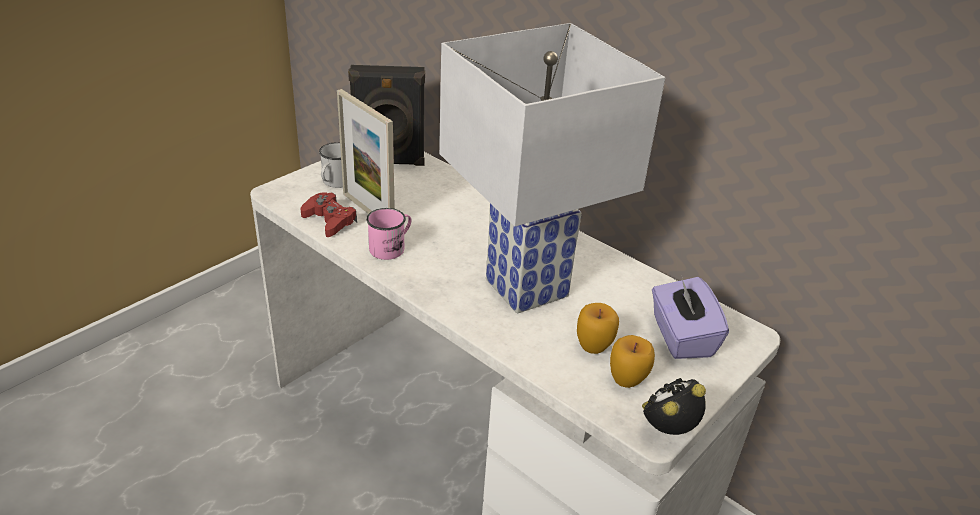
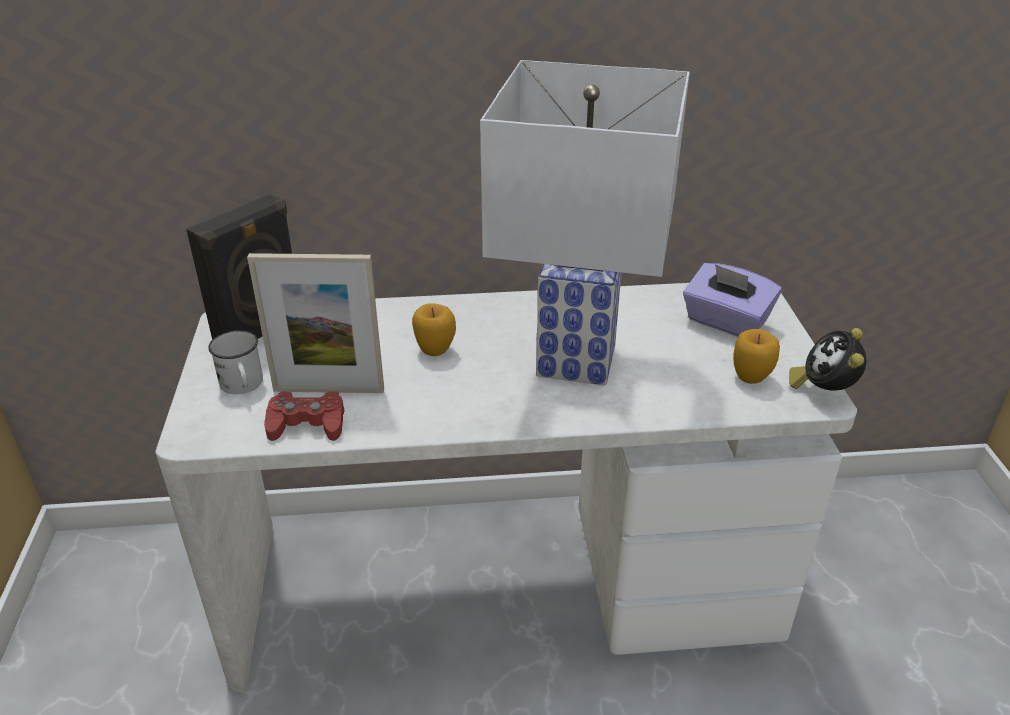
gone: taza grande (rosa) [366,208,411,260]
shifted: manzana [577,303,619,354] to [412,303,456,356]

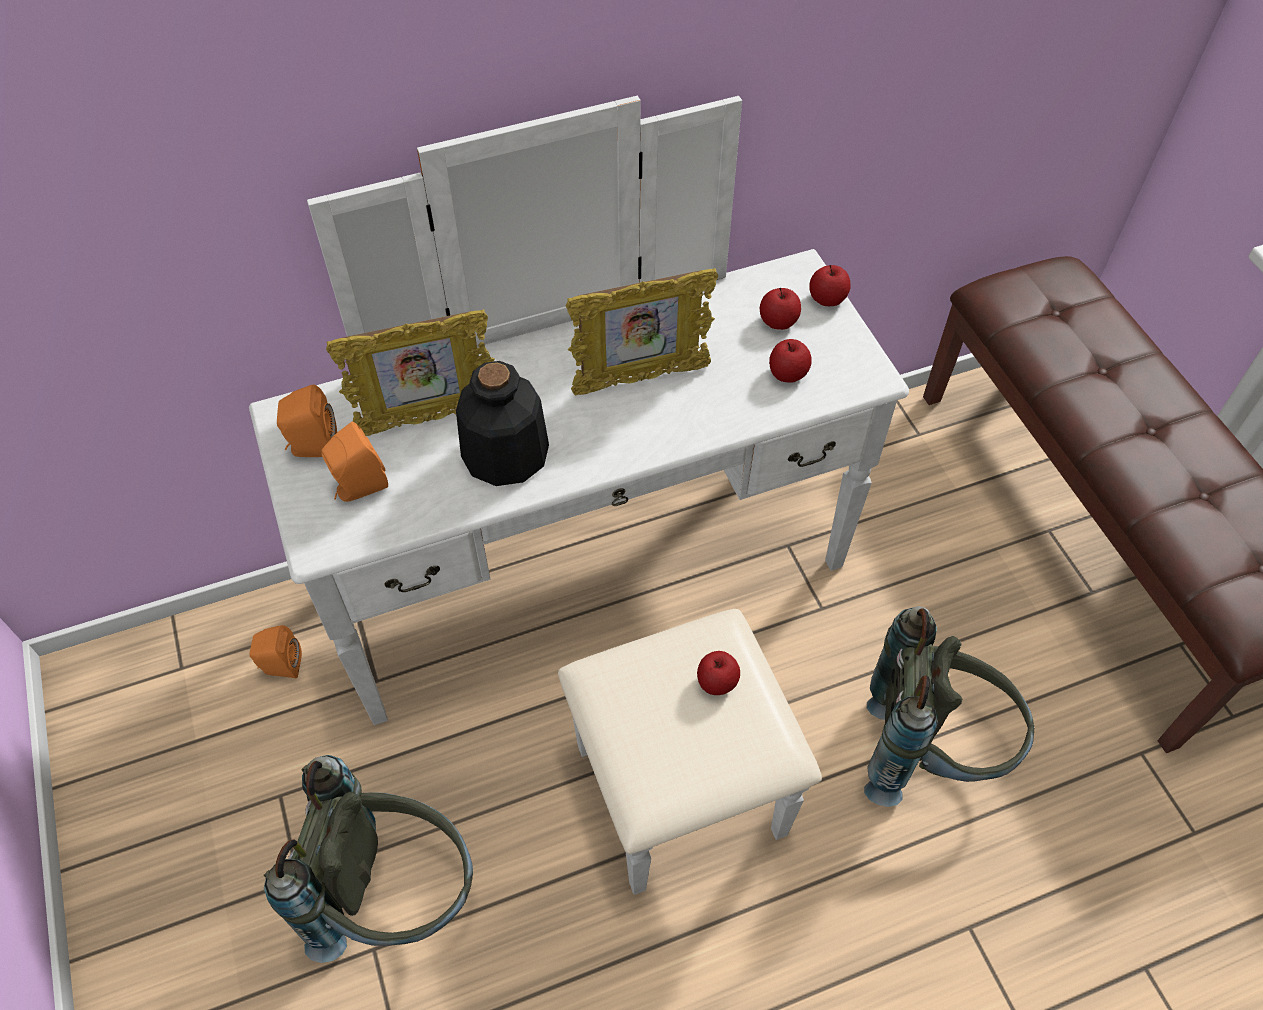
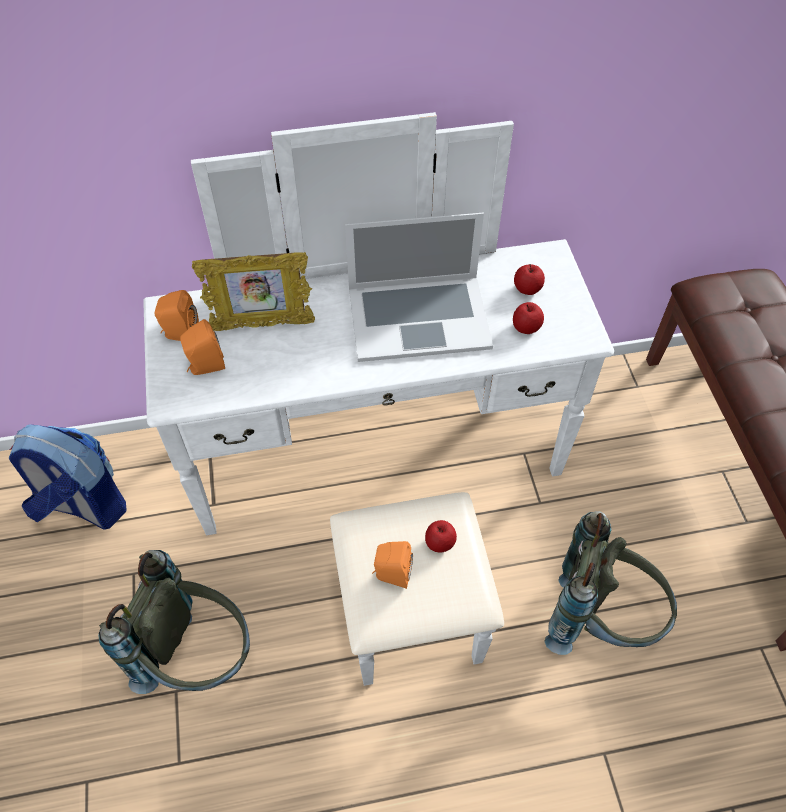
gone: botella [456,361,549,486]; manzana [809,265,851,306]
new: mochila [9,424,127,530]
shifted: altavoz (naranja) [250,625,302,678] to [372,541,413,589]
swapped: portarretratos [566,268,718,396] to portátil [345,213,493,362]

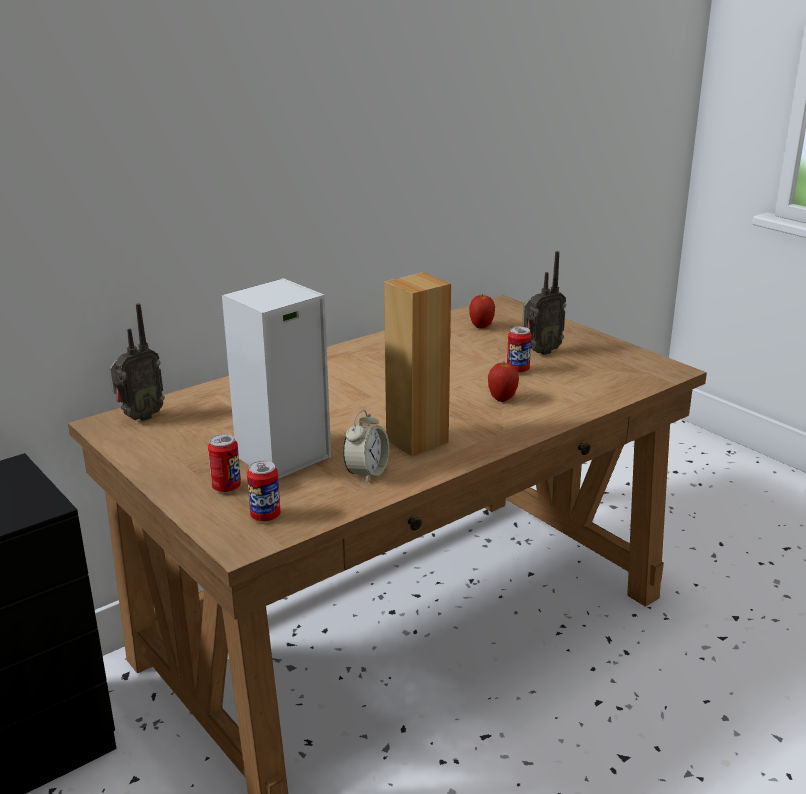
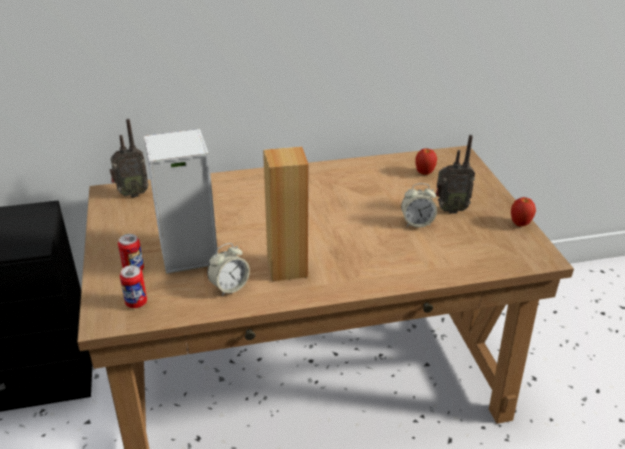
shifted: manzana [488,361,519,402] to [511,197,536,227]
swapped: lata [507,327,531,373] to despertador [401,183,437,228]

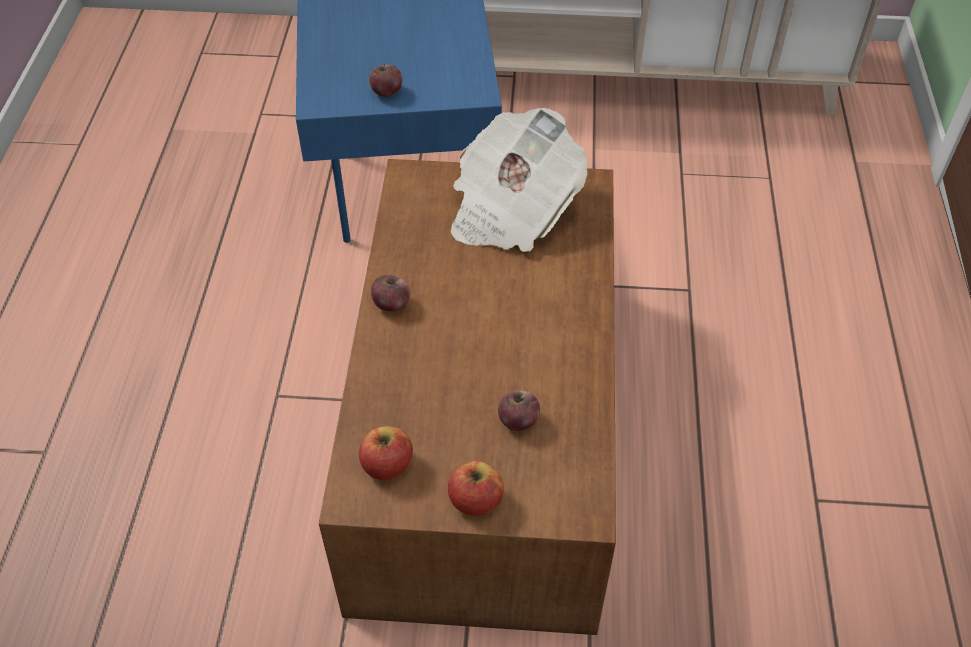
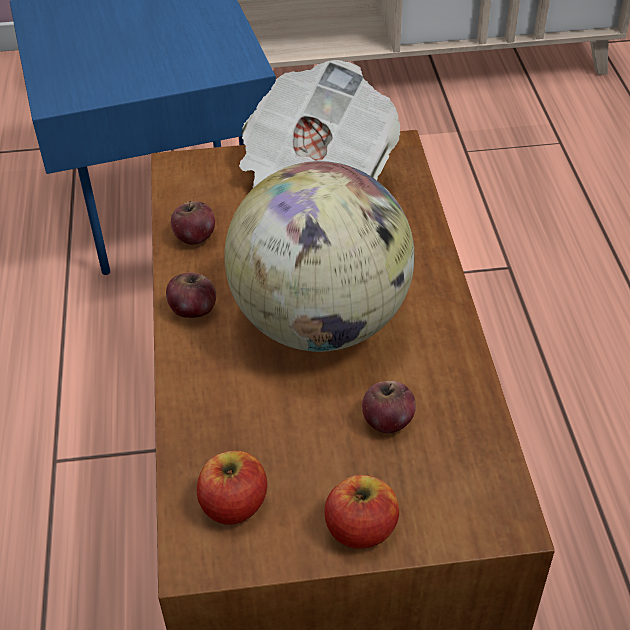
new: globo terráqueo [224,161,415,352]
shifted: manzana [369,64,402,97] to [171,200,215,245]

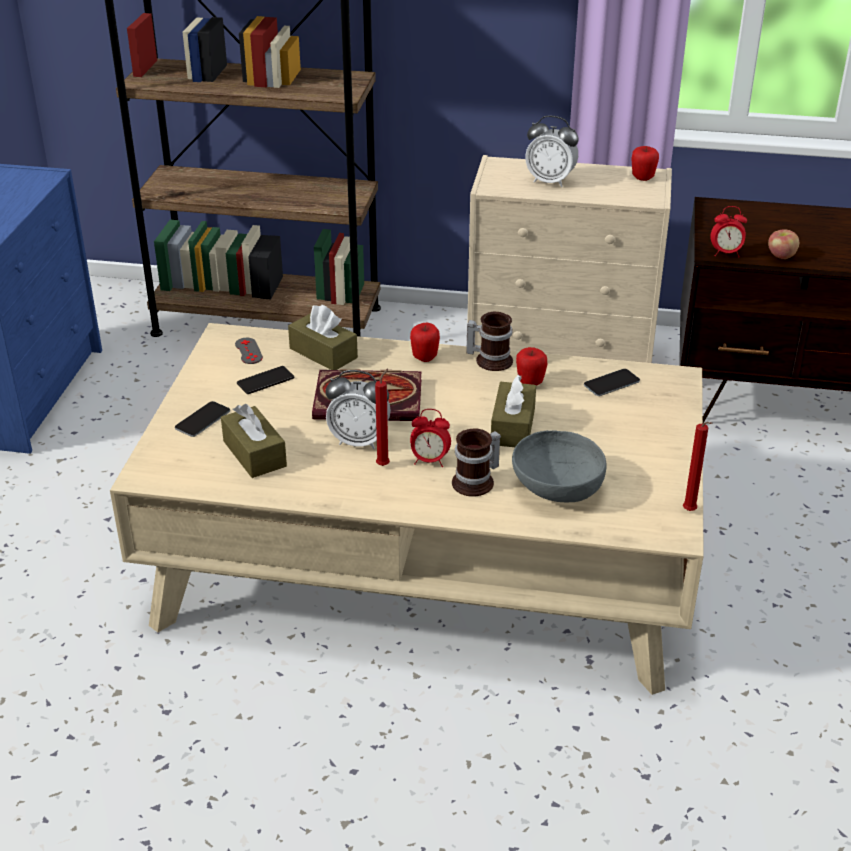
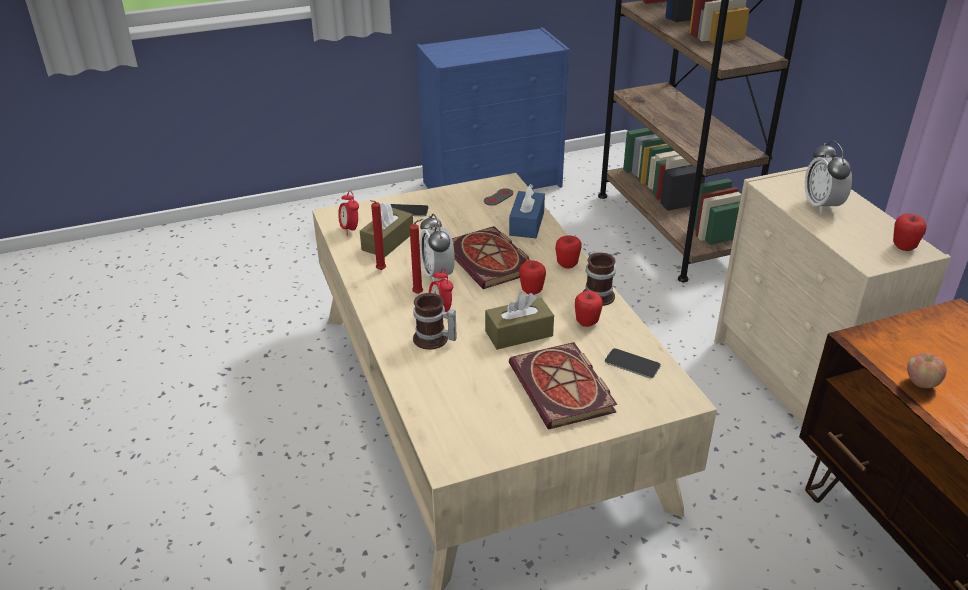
gone: móvil [237,366,294,394]; cuenco (gris) [512,430,606,502]
new: libro [509,342,617,429]; manzana [519,260,546,295]
shifted: despertador [710,206,747,257] to [338,191,359,236]; vela (rojo) [683,422,713,511] to [370,200,386,270]
repainted: caja de pañuelos (marrón) [288,305,358,370] to caja de pañuelos (azul) [509,184,545,238]

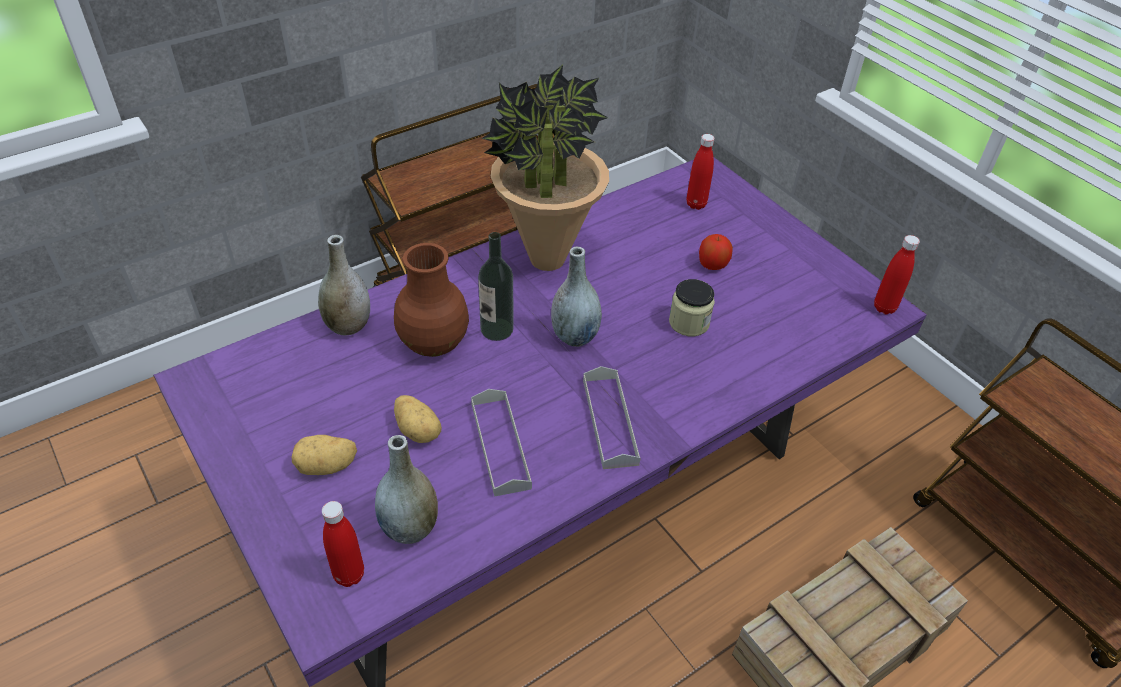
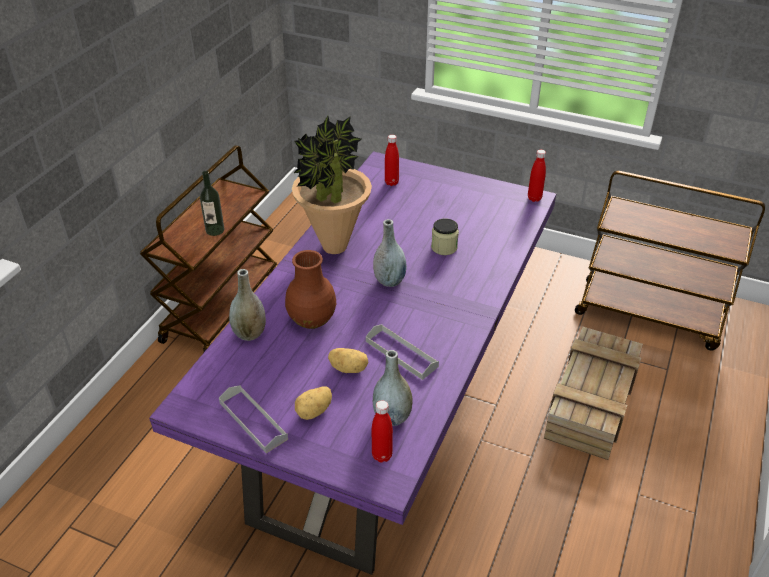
gone: manzana [699,234,733,270]
shifted: botella [478,232,514,341] to [200,171,224,236]; bandeja (gris) [583,366,640,469] to [219,385,288,453]

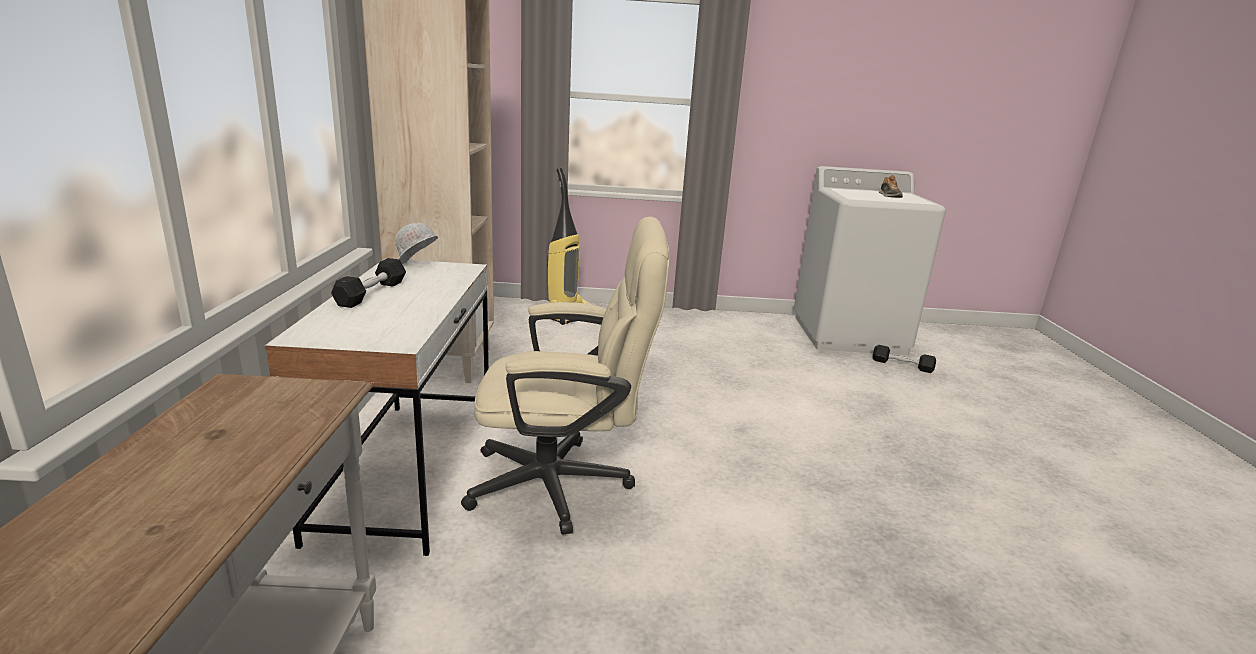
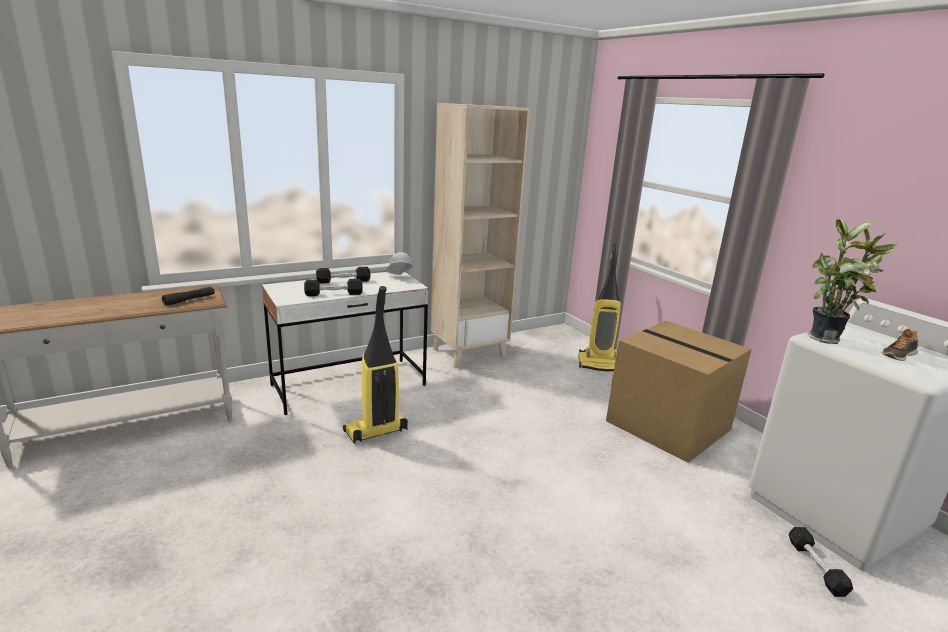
new: linterna (negro) [162,287,215,306]; mancuerna (negro) [304,279,363,296]; caja de cartón [606,321,752,463]; planta en maceta [807,217,897,344]
swapped: silla de oficina (beis) [461,217,669,535] to aspiradora [343,286,408,444]

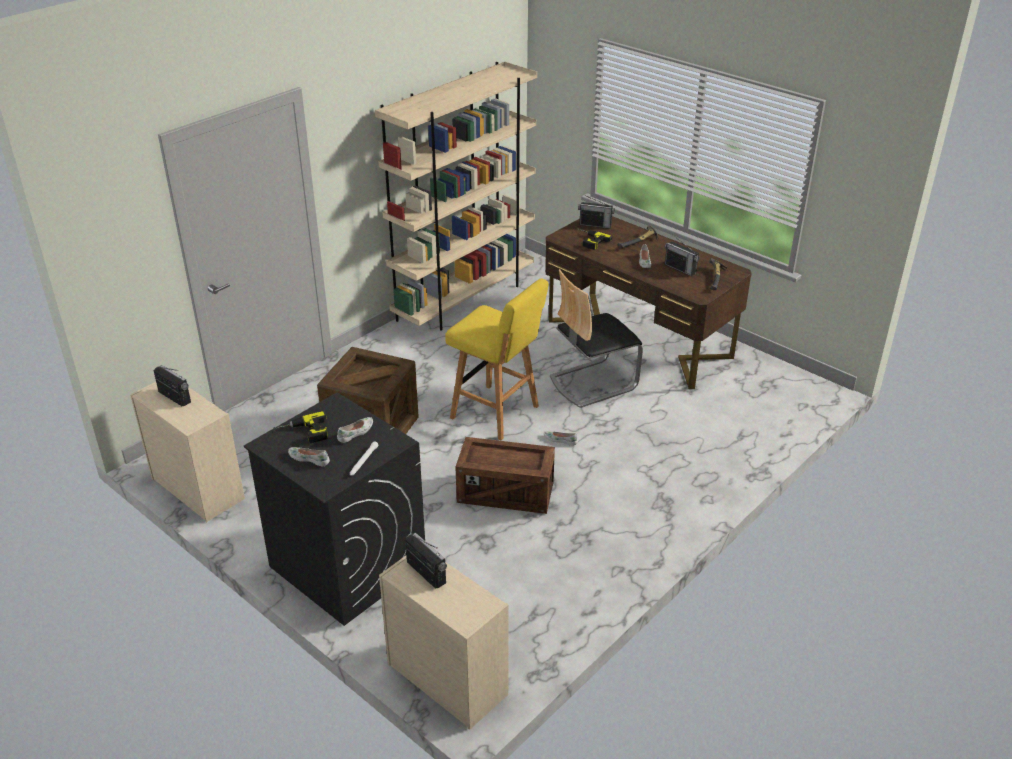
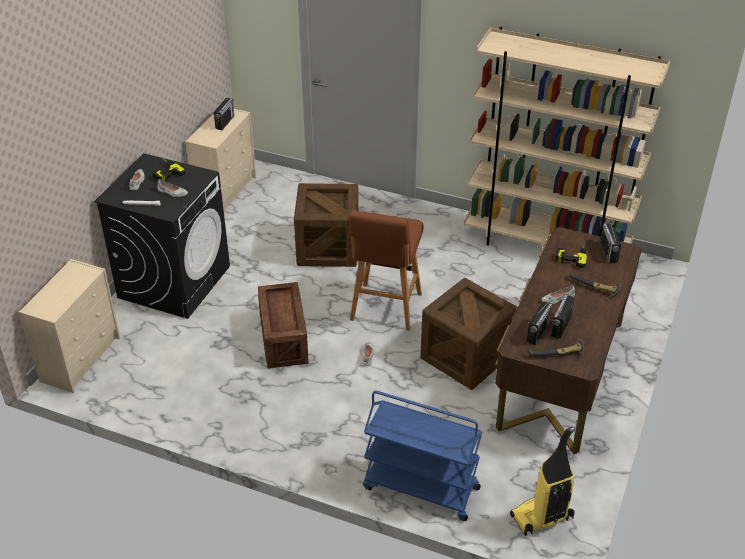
new: carrito (azul) [363,391,483,521]; aspiradora [510,427,575,536]
shifted: radio [405,532,447,589] to [527,301,553,345]
swapped: silla [550,269,643,408] to caja de embalaje [420,278,518,390]
repainted: taburete (amarillo) [445,278,548,440] to taburete (marrón) [349,210,423,331]

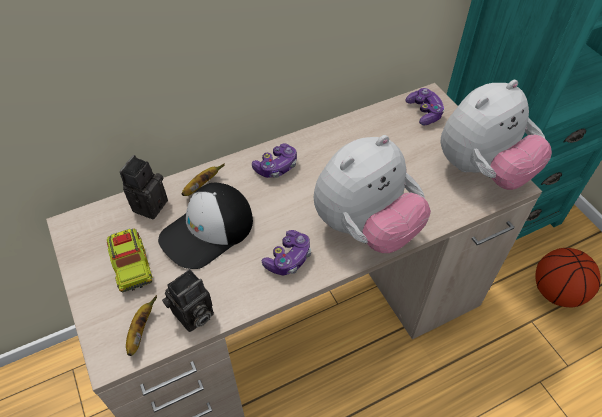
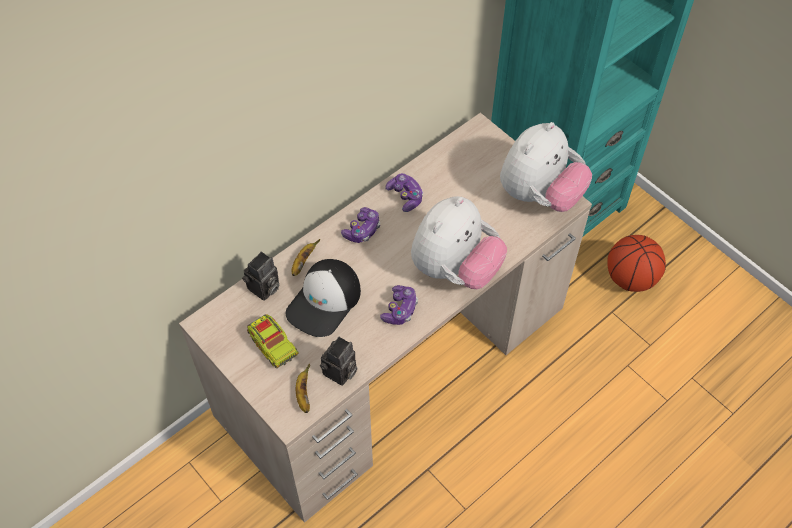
shifted: mando de consola [406,88,445,125] to [385,173,423,212]
rotated: cámara [120,155,168,219] = [242,252,279,301] 150 degrees counterclockwise

